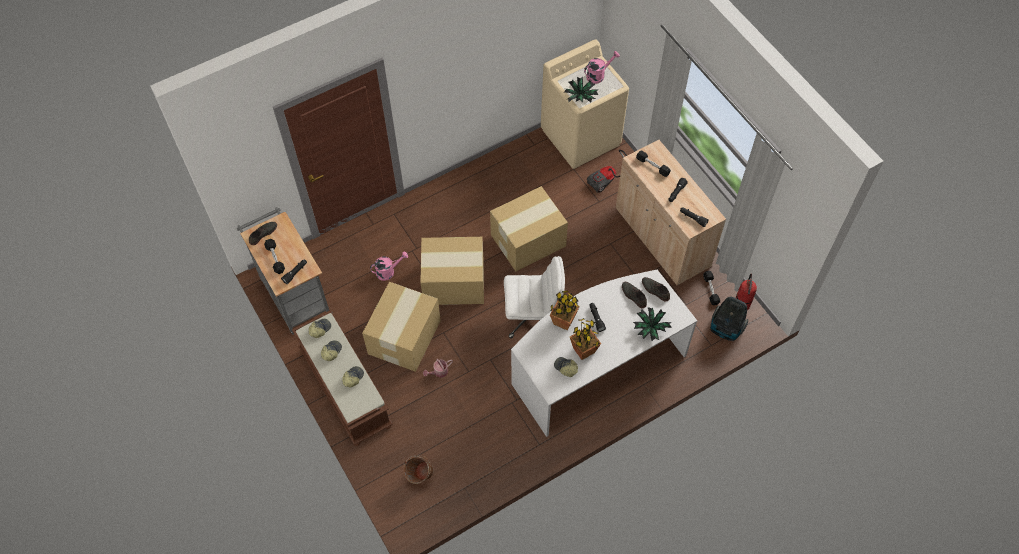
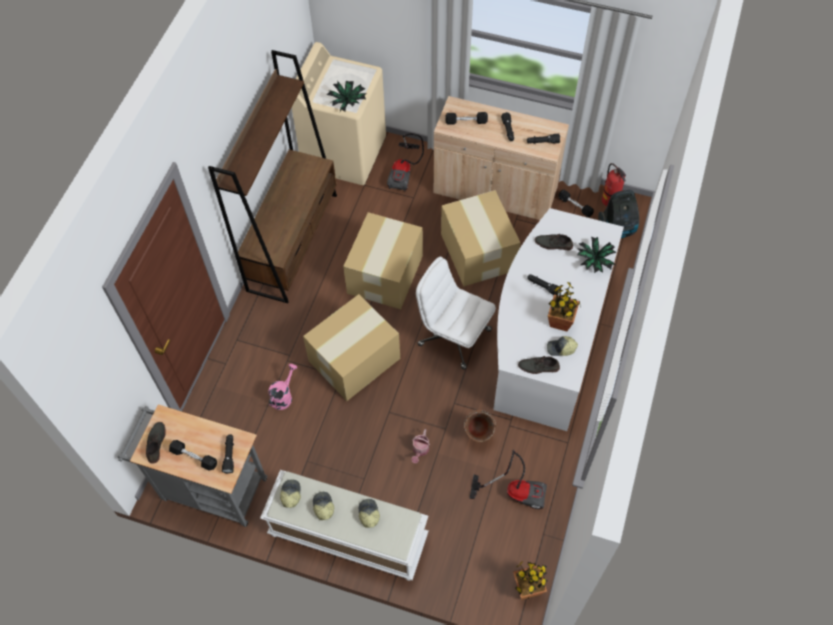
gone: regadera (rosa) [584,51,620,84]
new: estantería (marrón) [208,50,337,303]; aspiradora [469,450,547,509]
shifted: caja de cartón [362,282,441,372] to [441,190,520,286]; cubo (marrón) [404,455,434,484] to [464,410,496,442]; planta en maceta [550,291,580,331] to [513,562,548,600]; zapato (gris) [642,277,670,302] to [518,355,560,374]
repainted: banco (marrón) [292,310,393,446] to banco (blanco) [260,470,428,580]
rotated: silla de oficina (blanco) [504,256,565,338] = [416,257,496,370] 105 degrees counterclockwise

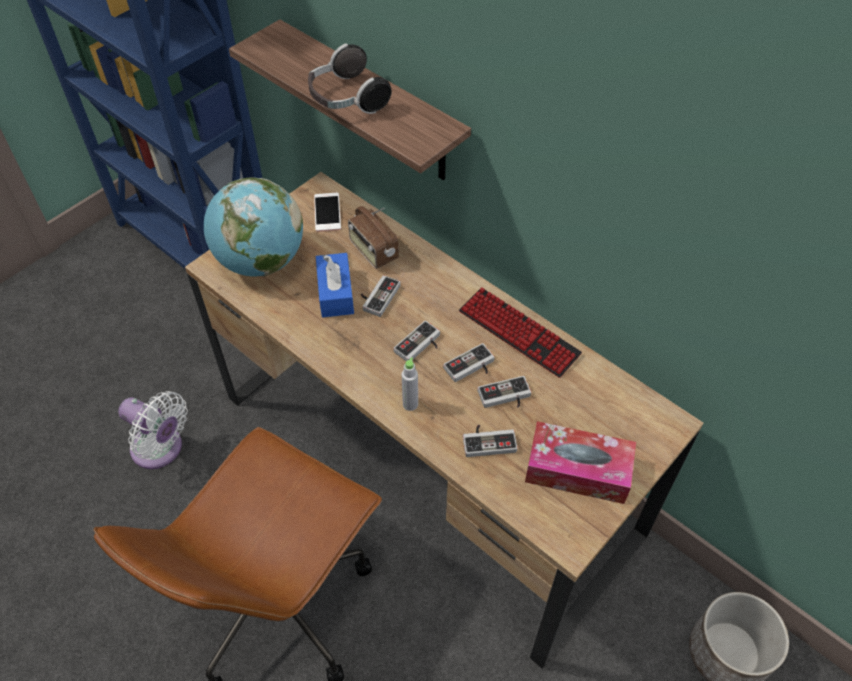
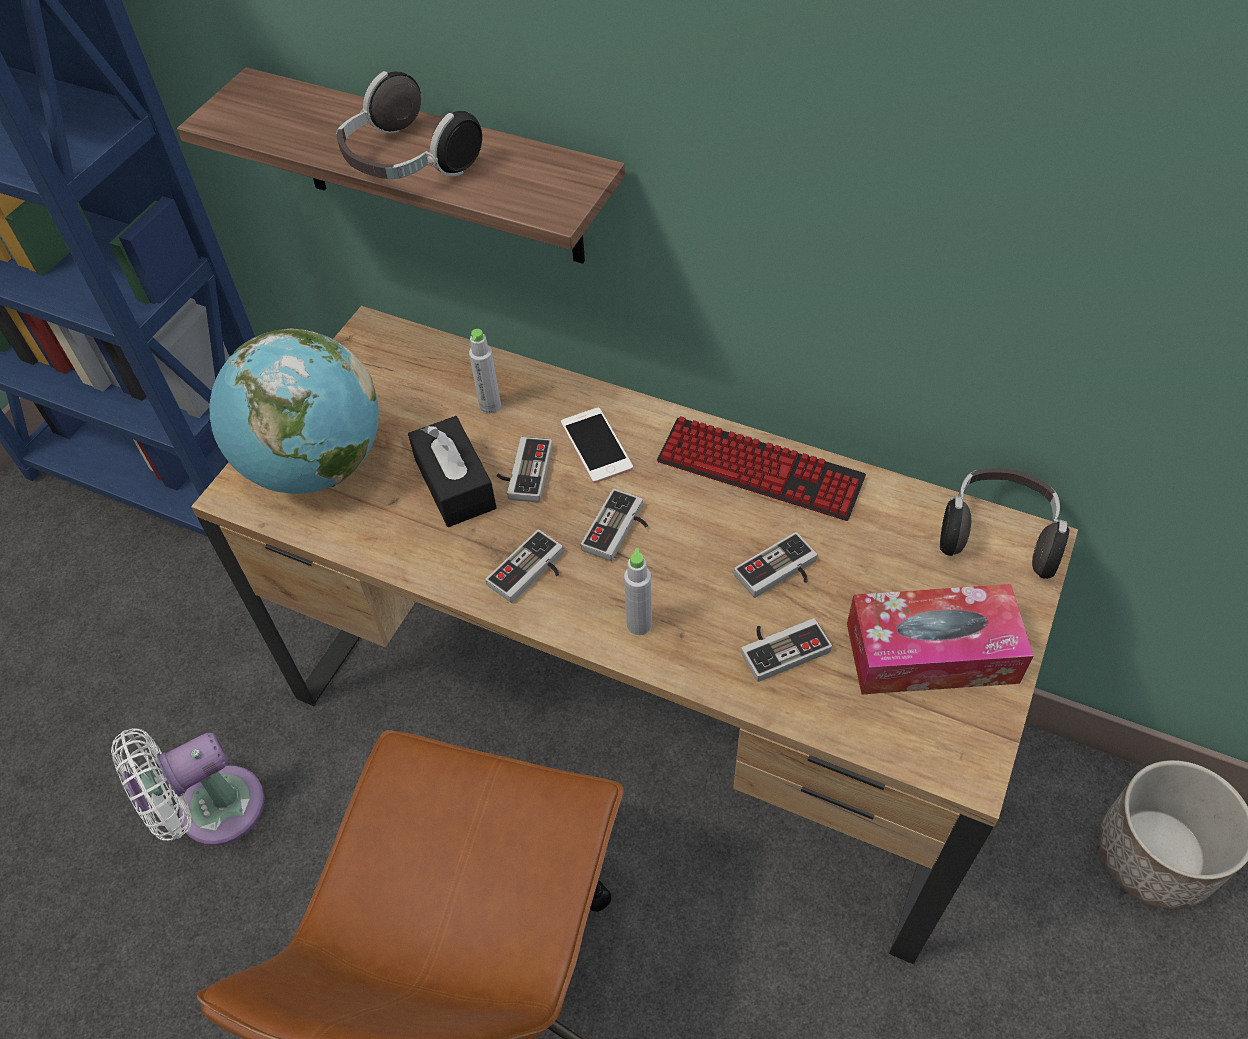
new: auriculares [940,469,1069,579]
shifted: mando de consola [443,343,495,382] to [485,530,563,603]; móvil [314,193,341,232] to [561,408,633,483]
swapped: radio [348,206,399,269] to botella (gris) [469,329,501,414]
repainted: caja de pañuelos (azul) [316,253,354,317] to caja de pañuelos (negro) [408,416,496,527]
rotated: ventilador (blanco) [118,391,188,469] = [111,728,265,846] 135 degrees clockwise

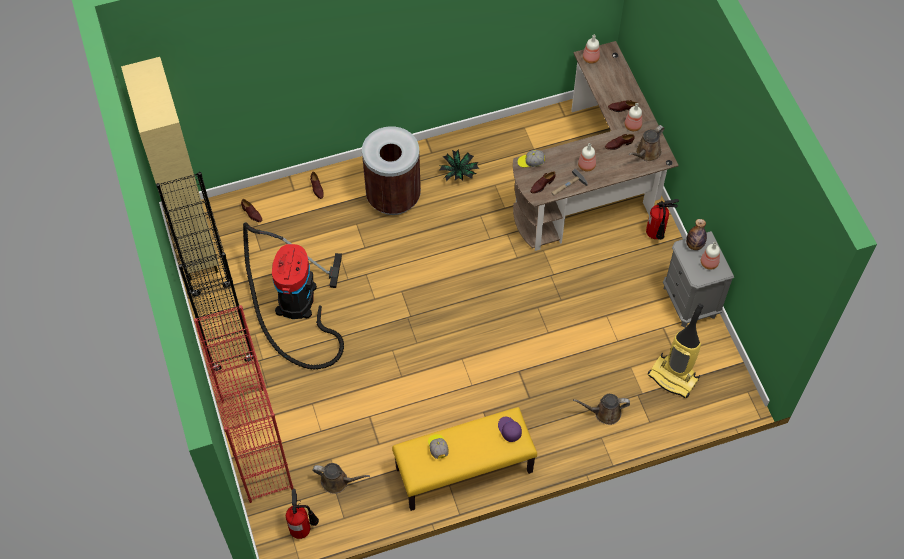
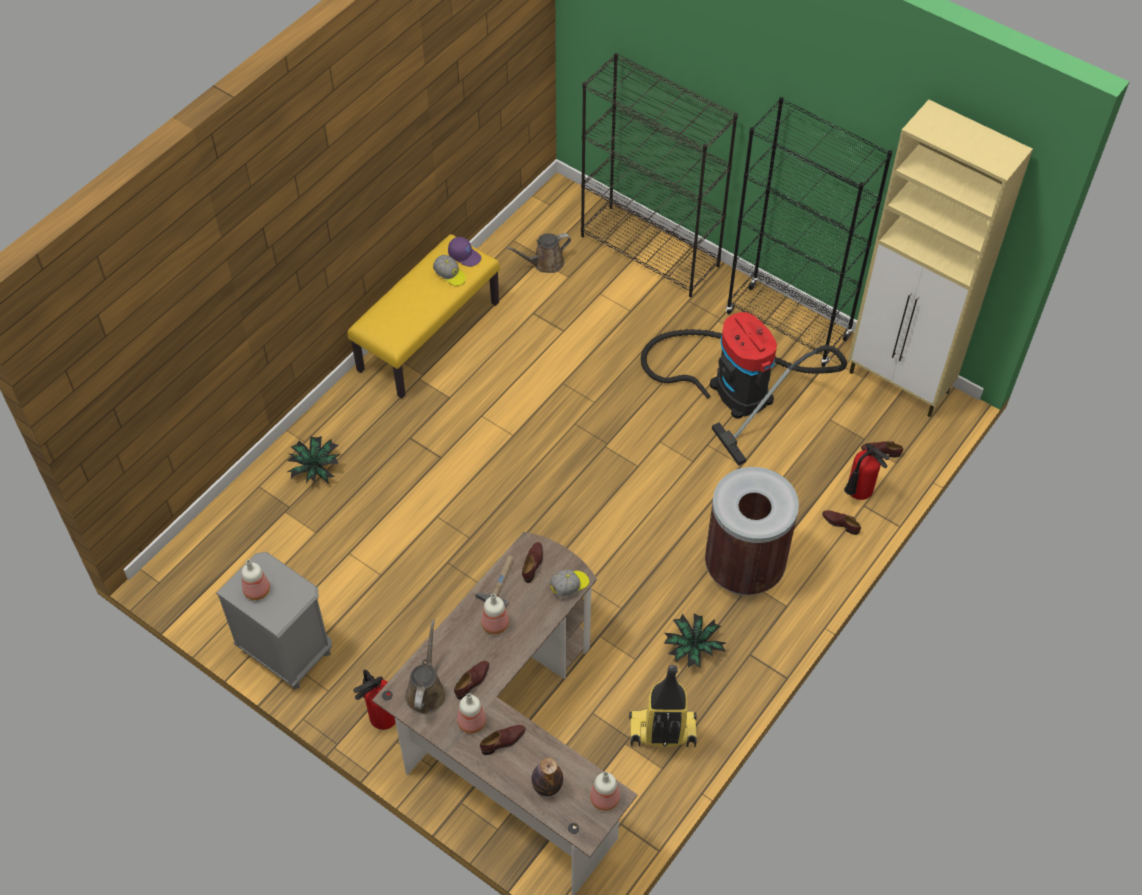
shifted: gorra (morado) [498,416,522,442] to [448,237,481,267]; botella [686,219,707,250] to [531,757,563,796]; aspiradora [648,303,703,398] to [629,665,697,747]; extintor [286,489,319,539] to [844,443,890,500]
swapped: regadera (marrón) [573,394,630,425] to planta en maceta [287,436,340,484]
repainted: estantería (rojo) [194,305,294,503] to estantería (negro) [581,53,738,297]

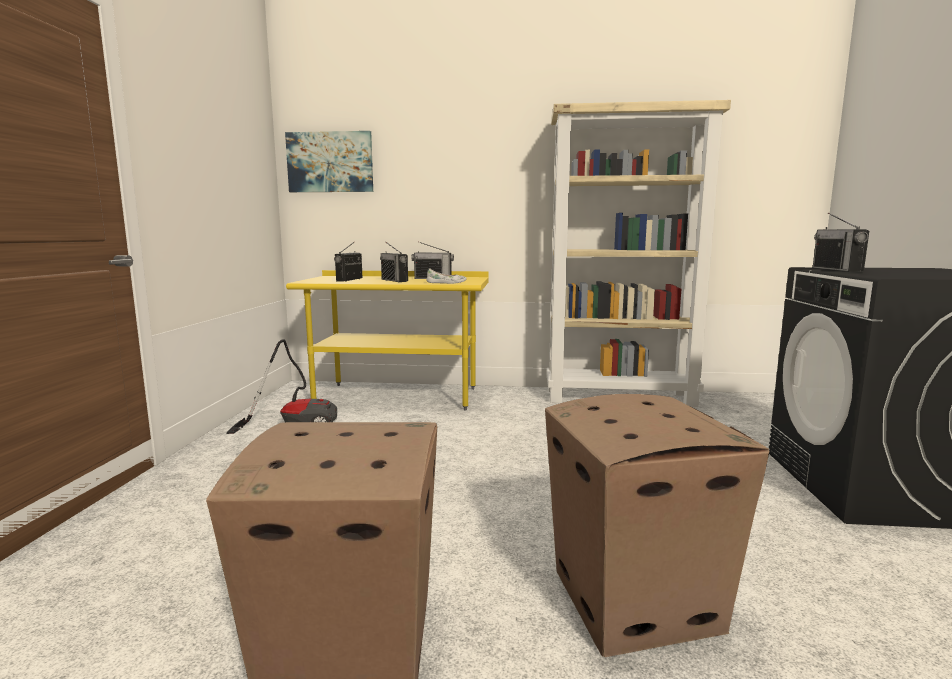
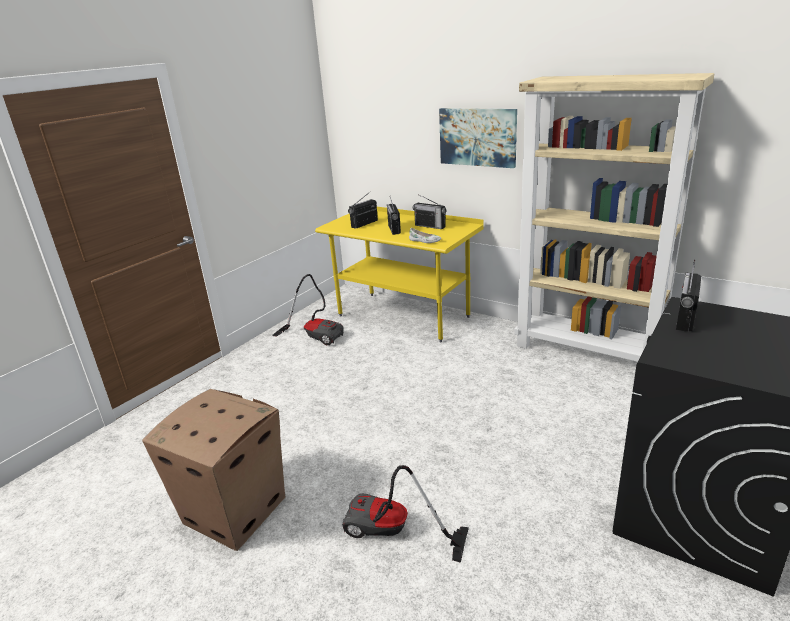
shifted: cuadro [285,131,373,192] to [439,108,517,168]
swapped: caja de cartón [545,394,769,657] to aspiradora [342,465,469,563]

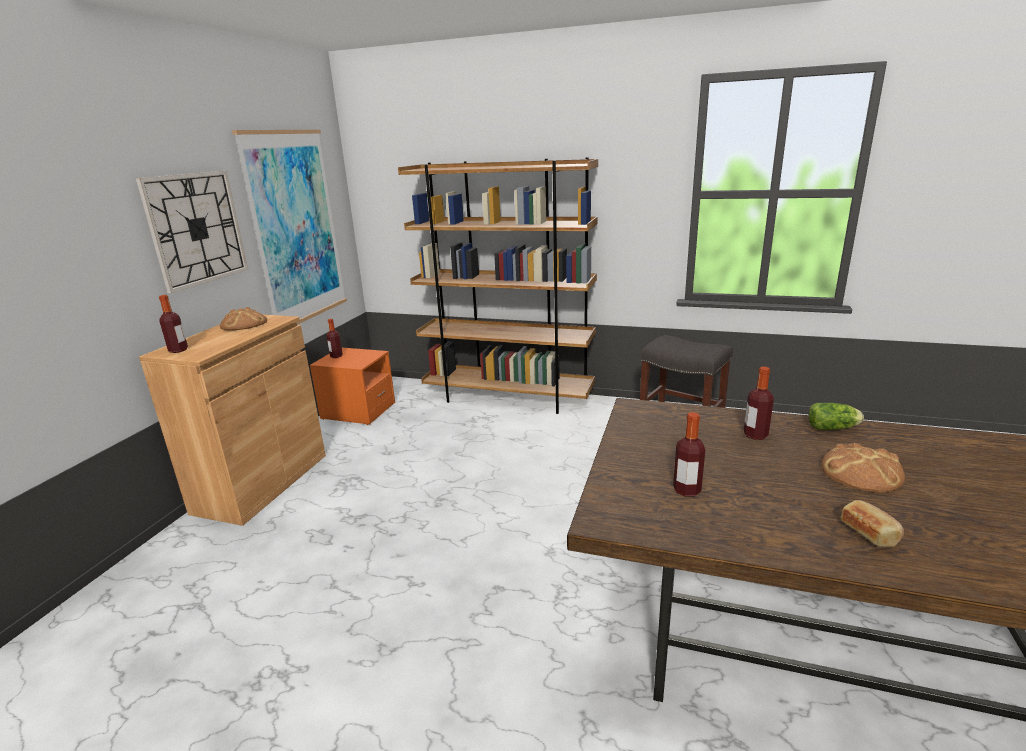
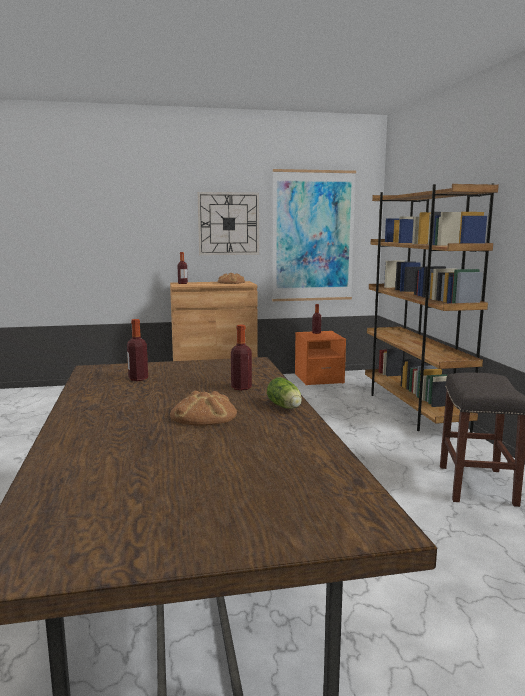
gone: pan [841,500,904,547]

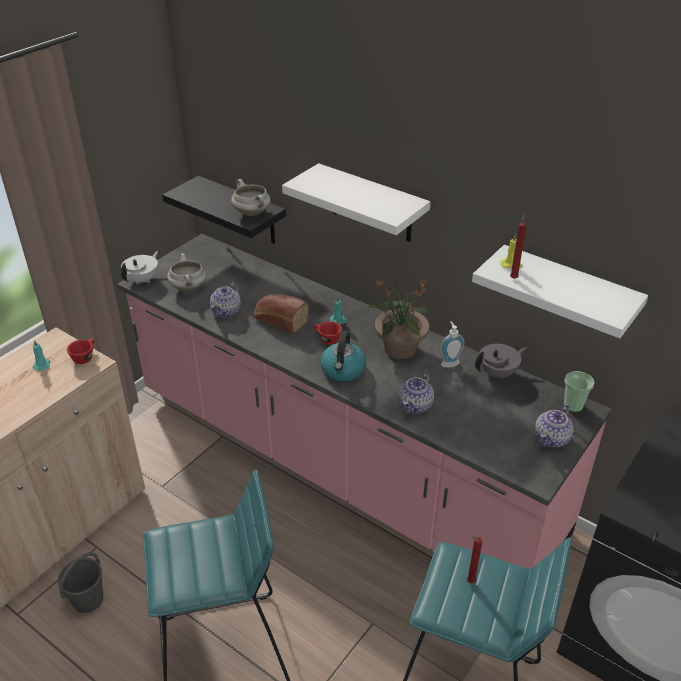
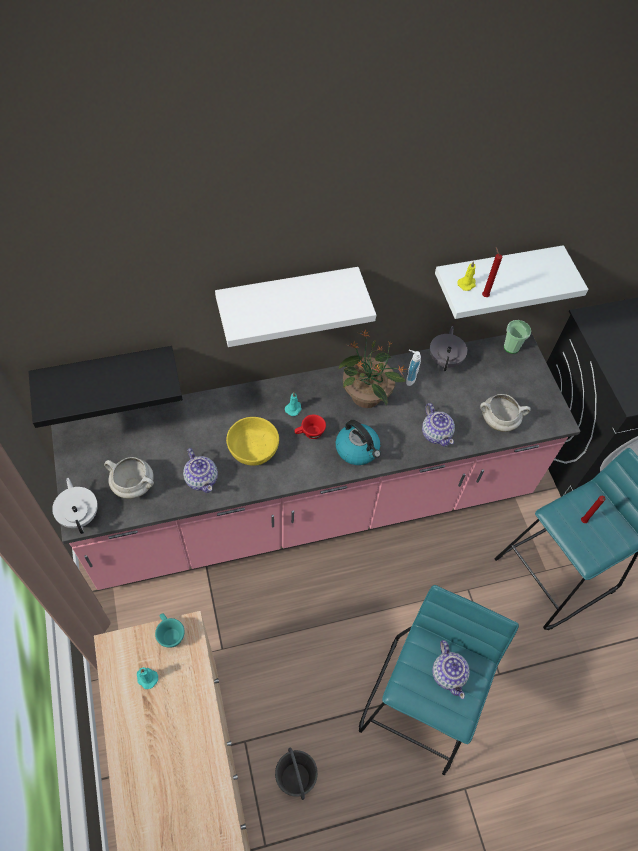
shifted: tetera [535,404,573,448] to [432,640,470,699]; olla (blanco) [231,179,271,216] to [480,394,531,432]
swapped: pan [254,294,309,334] to cuenco (amarillo) [226,417,279,466]
repainted: taza (rojo) [67,339,94,364] to taza (turquesa) [155,614,185,648]

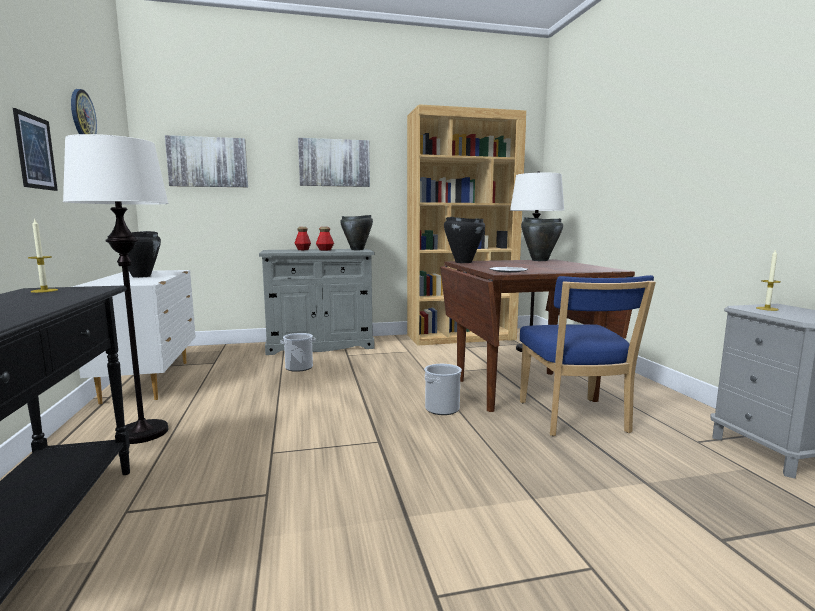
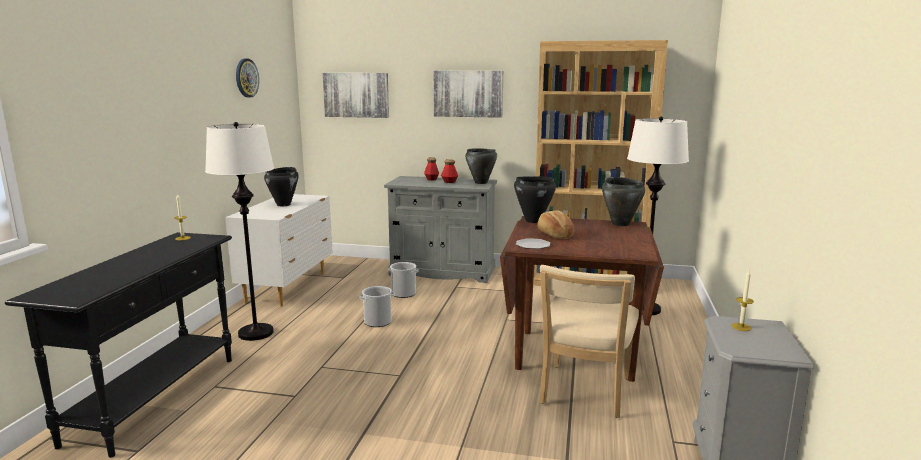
gone: cuadro [13,108,58,191]
new: pan [537,211,574,239]
shifted: cubo [424,364,462,415] to [359,286,394,327]
repainted: silla (azul) [520,275,656,436] to silla (beis) [540,265,639,418]

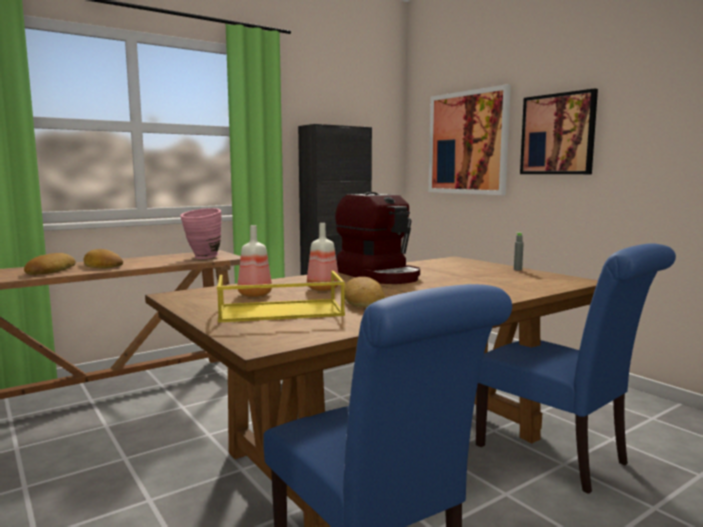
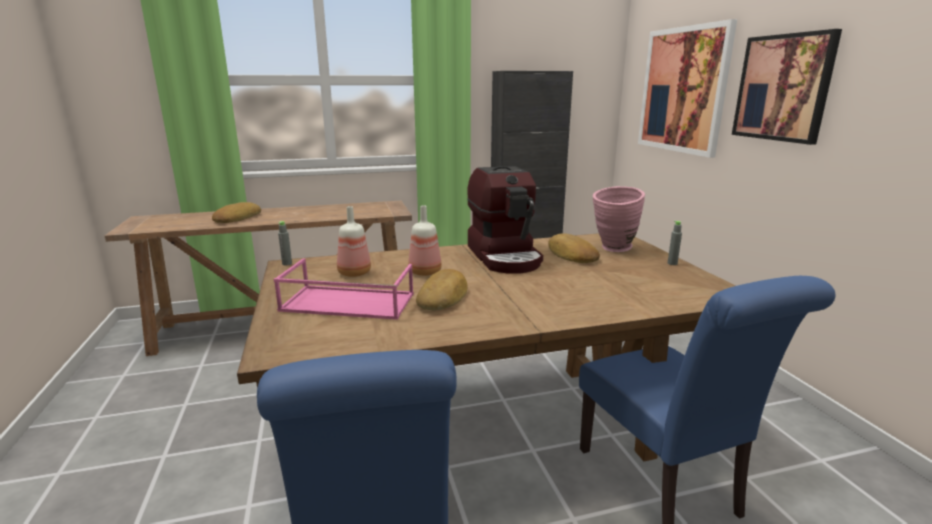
new: botella (gris) [278,221,292,265]
shifted: pan [84,249,123,268] to [548,233,600,263]; florero (rosa) [180,208,222,259] to [593,186,645,252]
repainted: bandeja (amarillo) [217,271,345,323] to bandeja (rosa) [274,258,414,320]

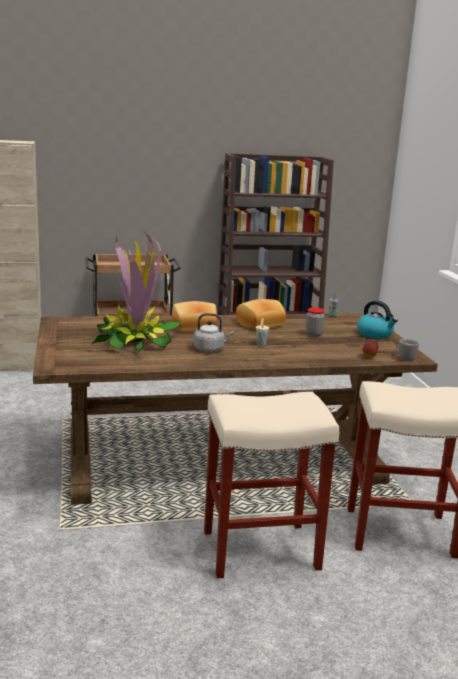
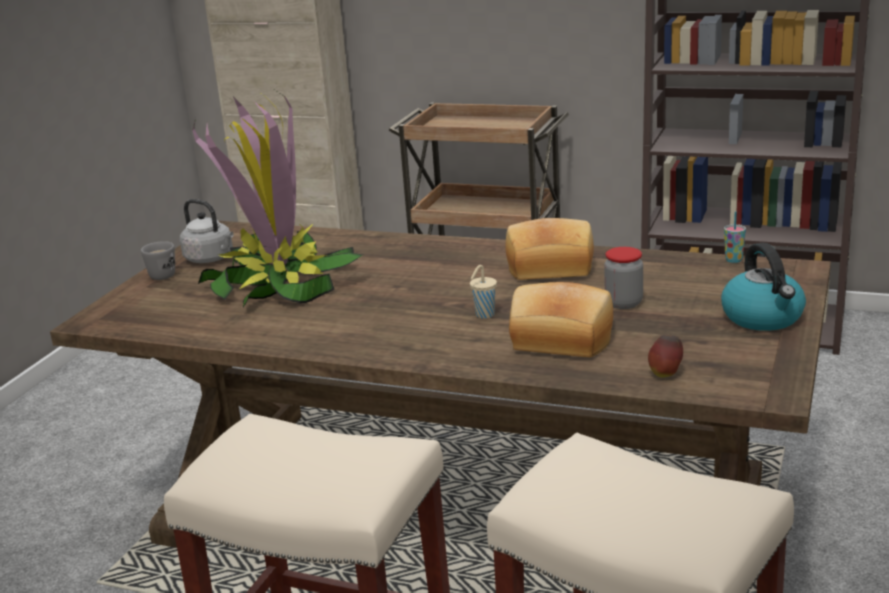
shifted: taza grande (gris) [396,339,419,361] to [141,241,175,280]; hervidor (gris) [193,313,234,352] to [180,199,234,263]; pan [172,301,217,331] to [509,282,613,357]

